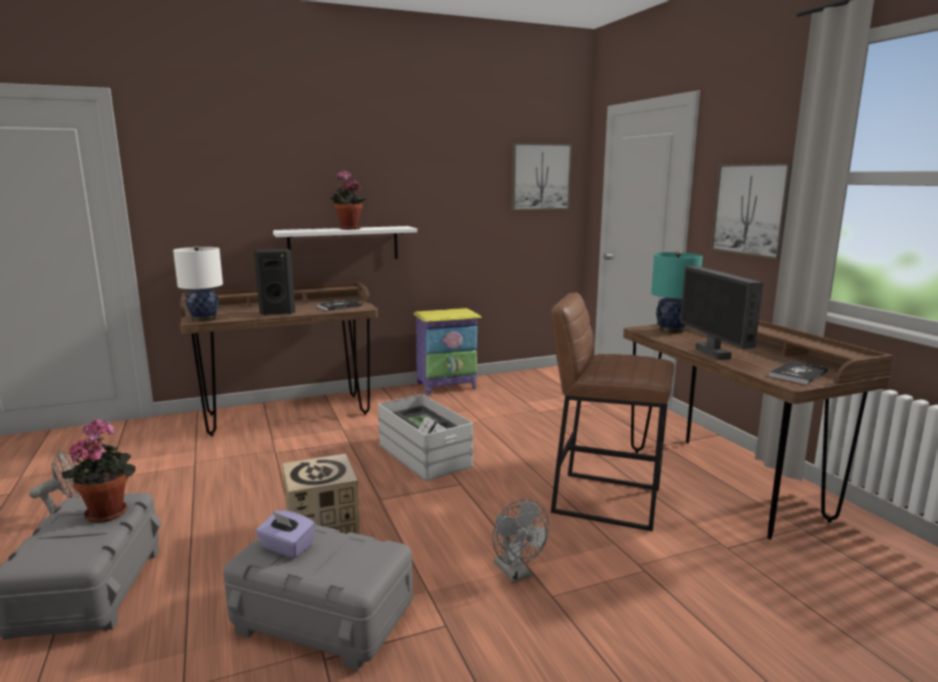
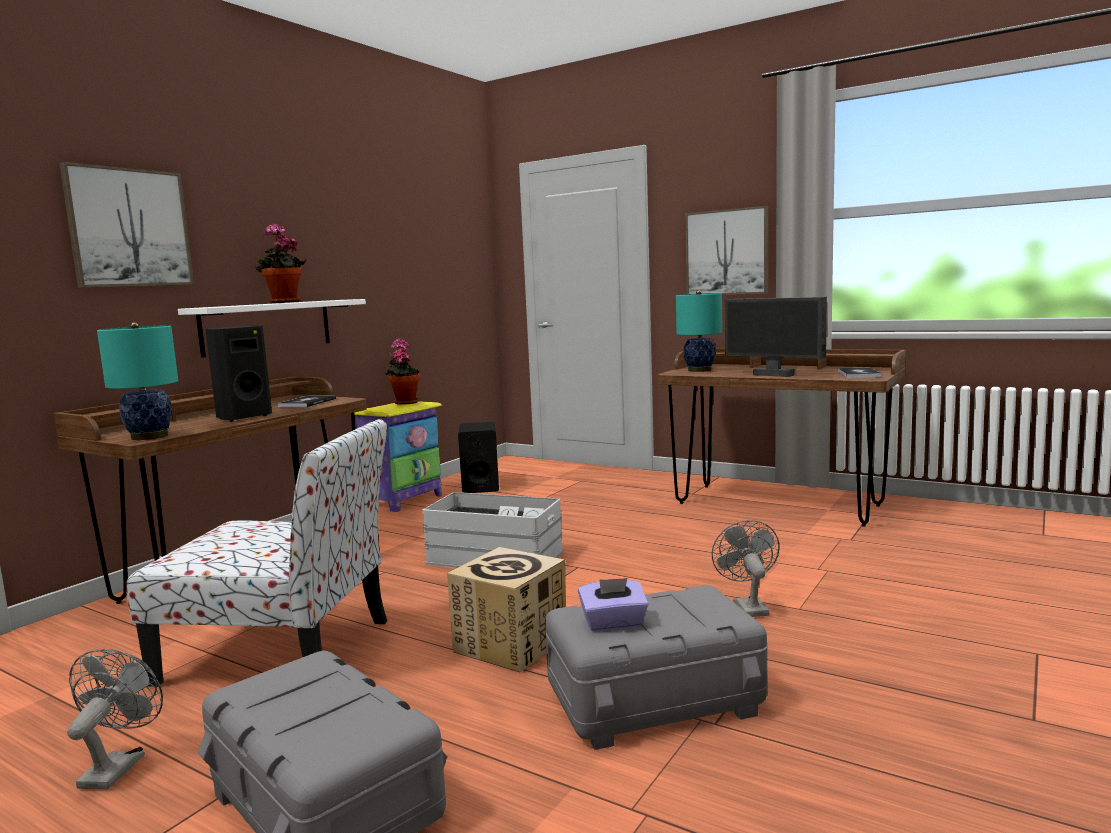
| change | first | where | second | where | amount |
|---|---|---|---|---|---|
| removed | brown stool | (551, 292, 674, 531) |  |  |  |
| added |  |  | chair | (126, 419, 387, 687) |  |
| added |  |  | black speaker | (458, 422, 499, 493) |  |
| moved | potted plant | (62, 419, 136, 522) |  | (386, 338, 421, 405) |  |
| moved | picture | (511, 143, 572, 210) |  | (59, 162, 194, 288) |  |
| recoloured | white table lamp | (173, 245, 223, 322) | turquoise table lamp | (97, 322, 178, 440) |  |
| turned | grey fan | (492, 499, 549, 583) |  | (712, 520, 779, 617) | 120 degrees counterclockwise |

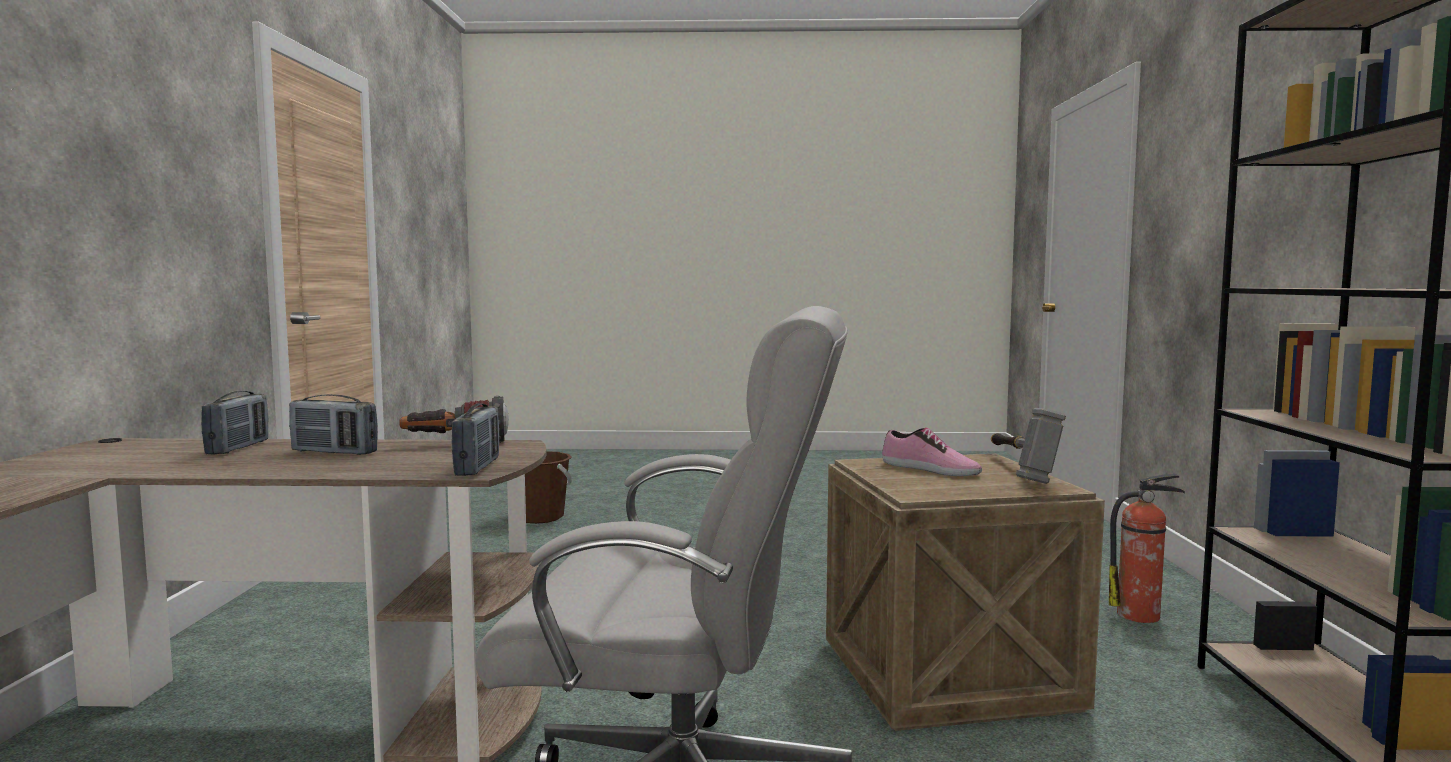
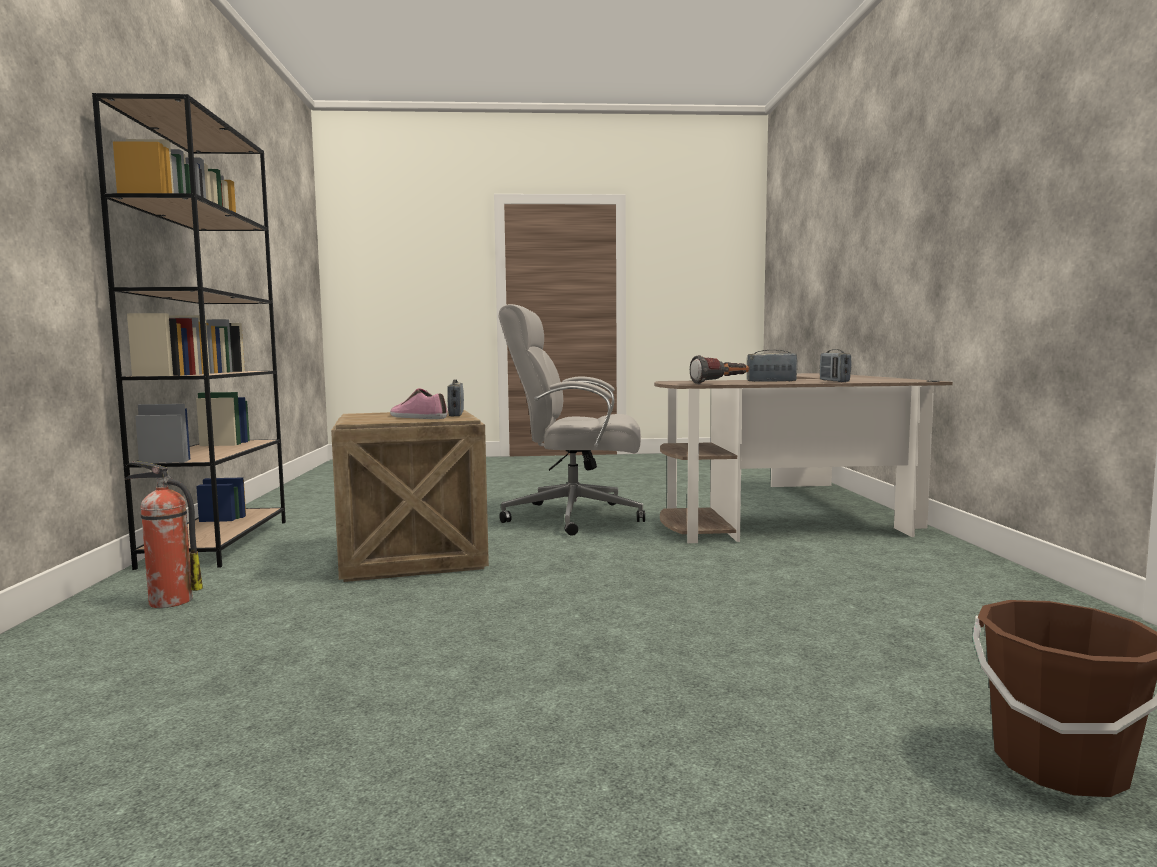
| change | first | where | second | where | amount |
|---|---|---|---|---|---|
| removed | hammer | (991, 408, 1066, 484) |  |  |  |
| moved | radio | (452, 403, 499, 476) |  | (447, 379, 464, 416) |  |

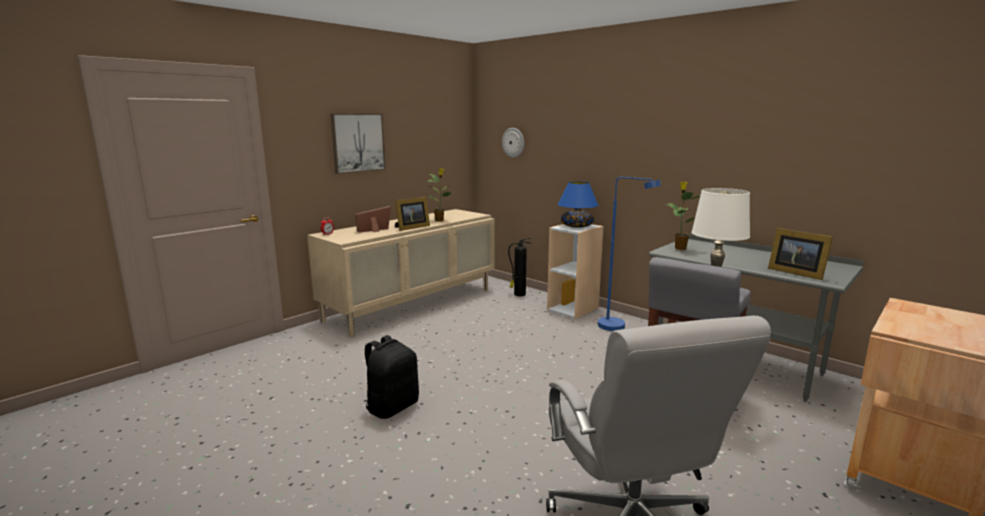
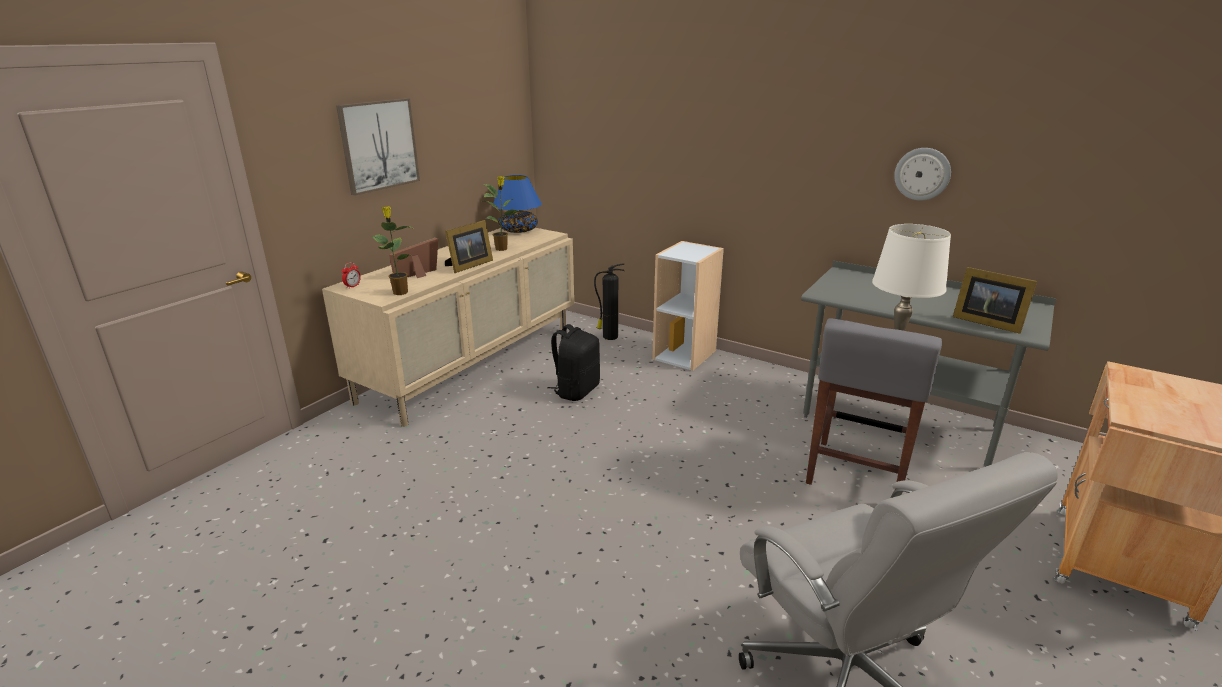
| change | first | where | second | where | amount |
|---|---|---|---|---|---|
| removed | blue floor lamp | (598, 177, 661, 331) |  |  |  |
| moved | black backpack | (364, 335, 419, 419) |  | (547, 324, 600, 401) |  |
| moved | wall clock | (502, 128, 524, 158) |  | (894, 148, 951, 201) |  |
| moved | blue table lamp | (557, 181, 599, 228) |  | (493, 175, 542, 233) |  |
| moved | potted plant | (666, 182, 700, 250) |  | (371, 206, 415, 295) |  |

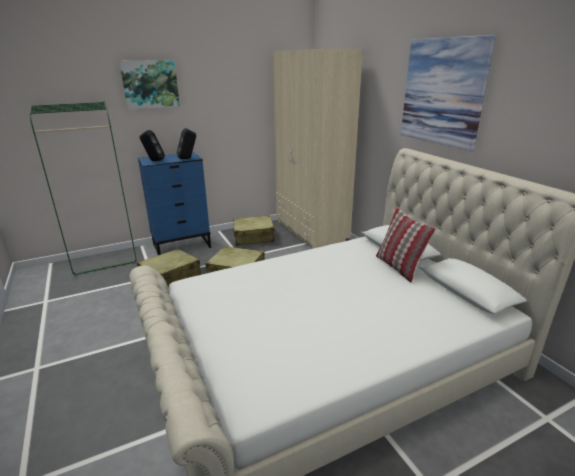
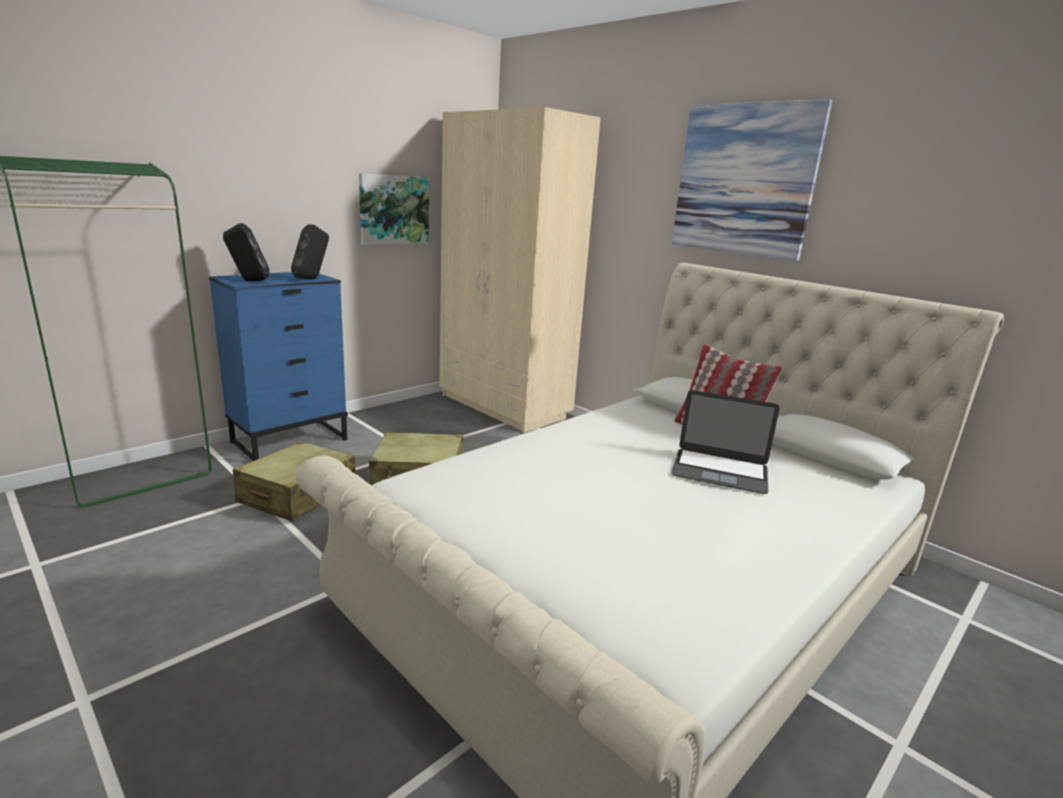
| change | first | where | second | where | amount |
|---|---|---|---|---|---|
| removed | beige suitcase | (233, 215, 277, 246) |  |  |  |
| added |  |  | laptop | (672, 390, 780, 494) |  |
| moved | picture | (119, 60, 180, 110) |  | (359, 173, 429, 245) |  |

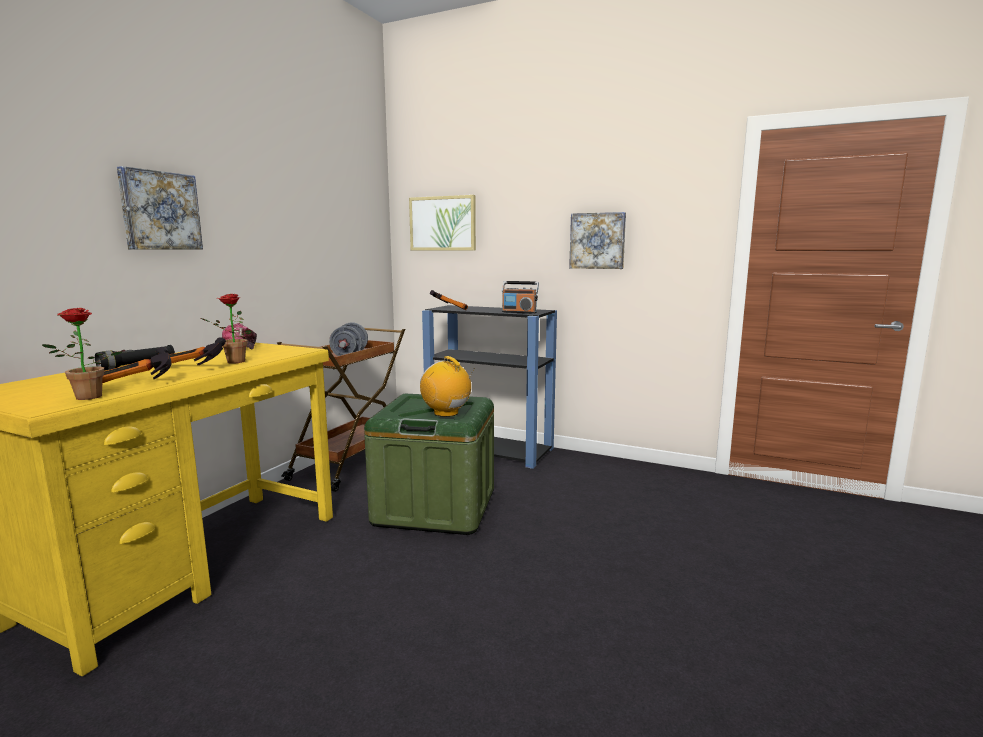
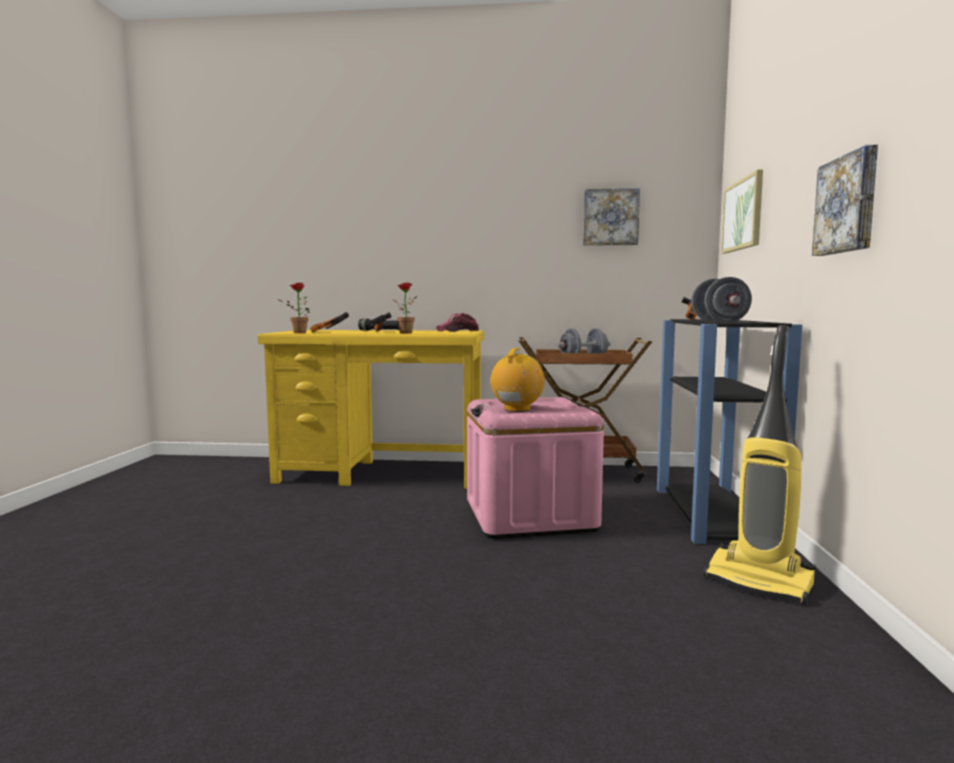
| change | first | where | second | where | amount |
|---|---|---|---|---|---|
| added |  |  | vacuum cleaner | (704, 325, 816, 605) |  |
| moved | picture | (117, 166, 203, 249) |  | (583, 188, 640, 246) |  |
| replaced | radio | (502, 281, 539, 314) | grey dumbbell | (691, 277, 752, 323) |  |
| recoloured | green storage box | (364, 394, 494, 535) | pink storage box | (467, 397, 604, 539) |  |

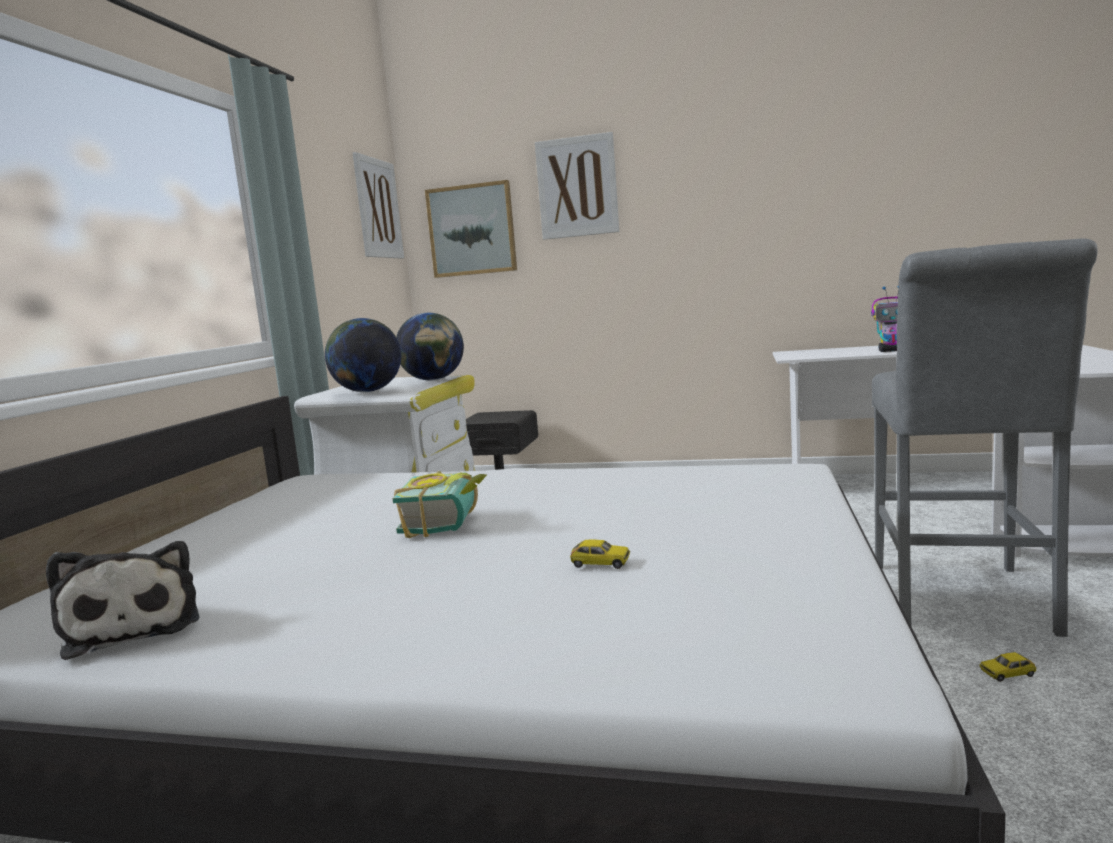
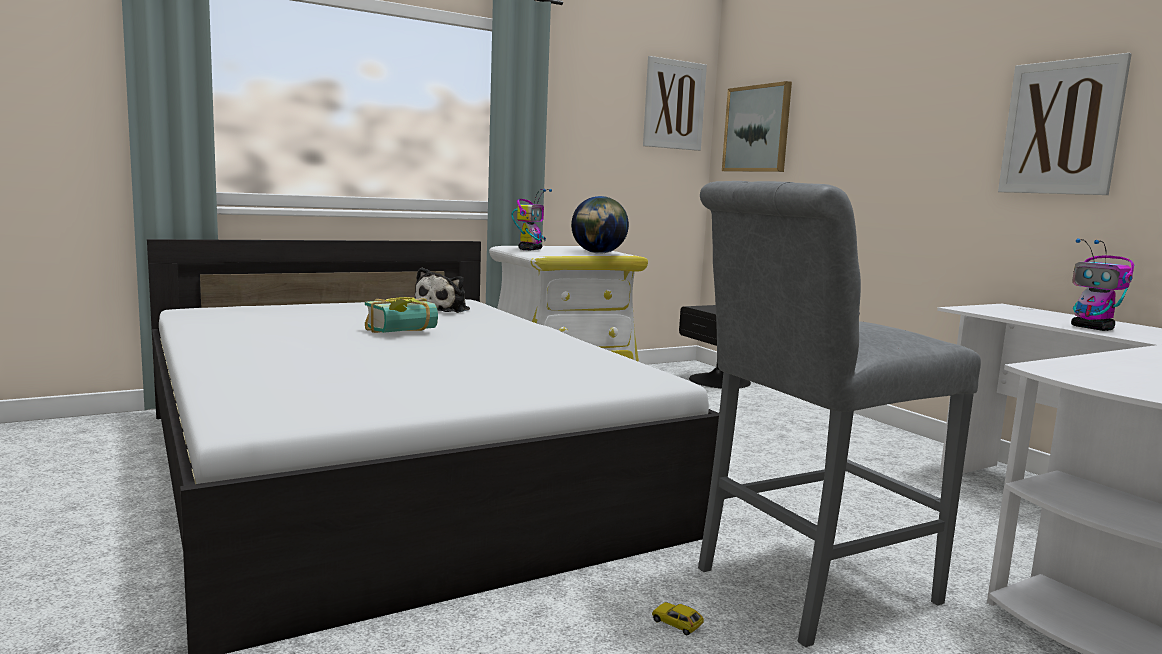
| change | first | where | second | where | amount |
|---|---|---|---|---|---|
| removed | toy car | (570, 540, 630, 569) |  |  |  |
| moved | plush toy | (46, 541, 199, 660) |  | (415, 268, 470, 313) |  |
| moved | picture | (535, 132, 619, 240) |  | (998, 53, 1132, 195) |  |
| replaced | globe | (325, 318, 401, 392) | toy robot | (512, 189, 552, 250) |  |

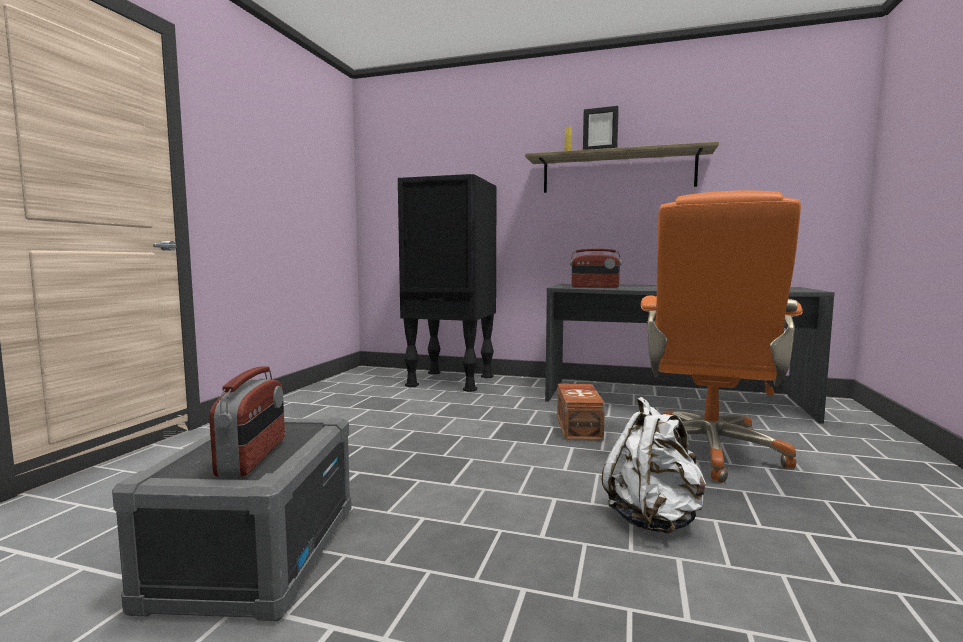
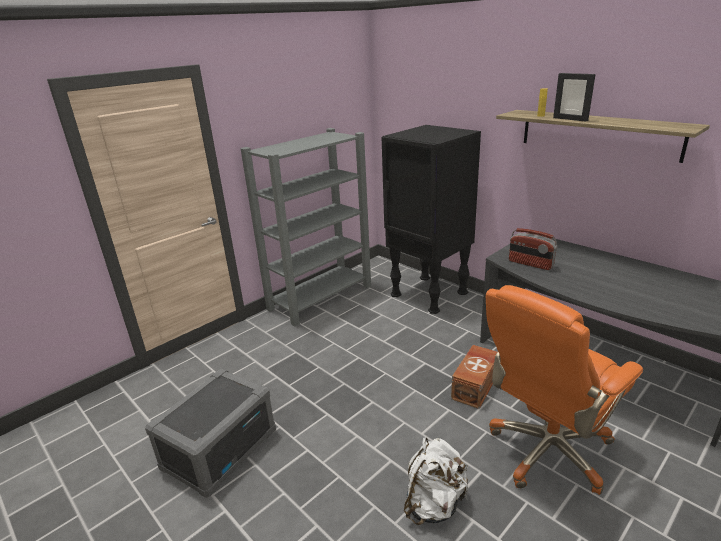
| change | first | where | second | where | amount |
|---|---|---|---|---|---|
| removed | radio | (209, 366, 285, 477) |  |  |  |
| added |  |  | grey bookcase | (241, 128, 371, 326) |  |

